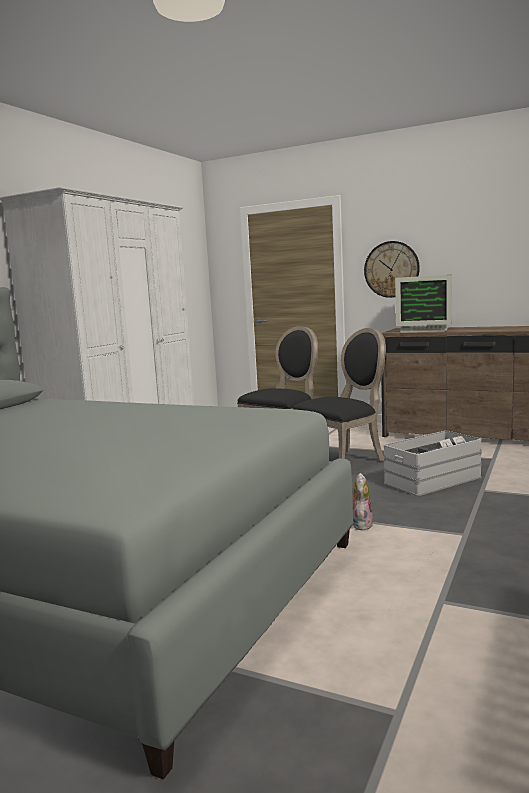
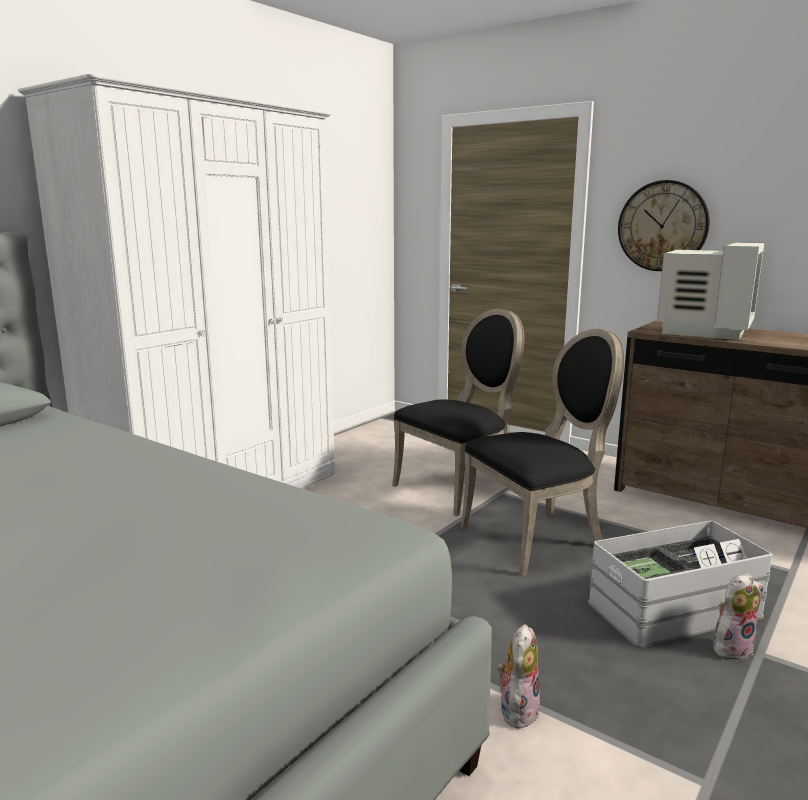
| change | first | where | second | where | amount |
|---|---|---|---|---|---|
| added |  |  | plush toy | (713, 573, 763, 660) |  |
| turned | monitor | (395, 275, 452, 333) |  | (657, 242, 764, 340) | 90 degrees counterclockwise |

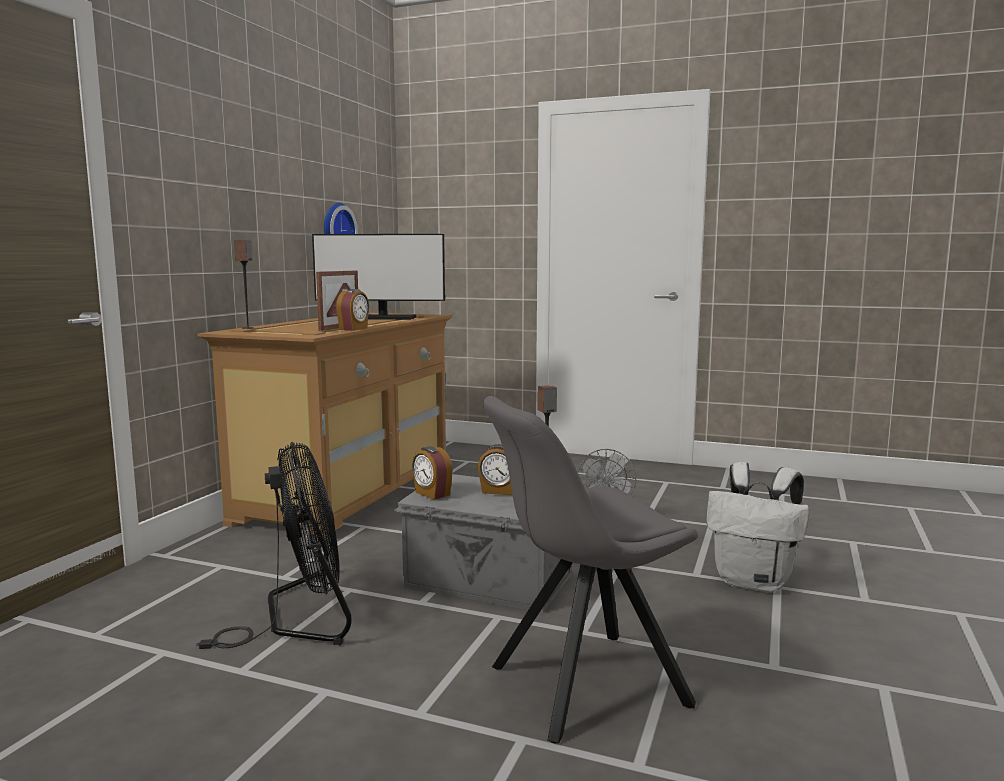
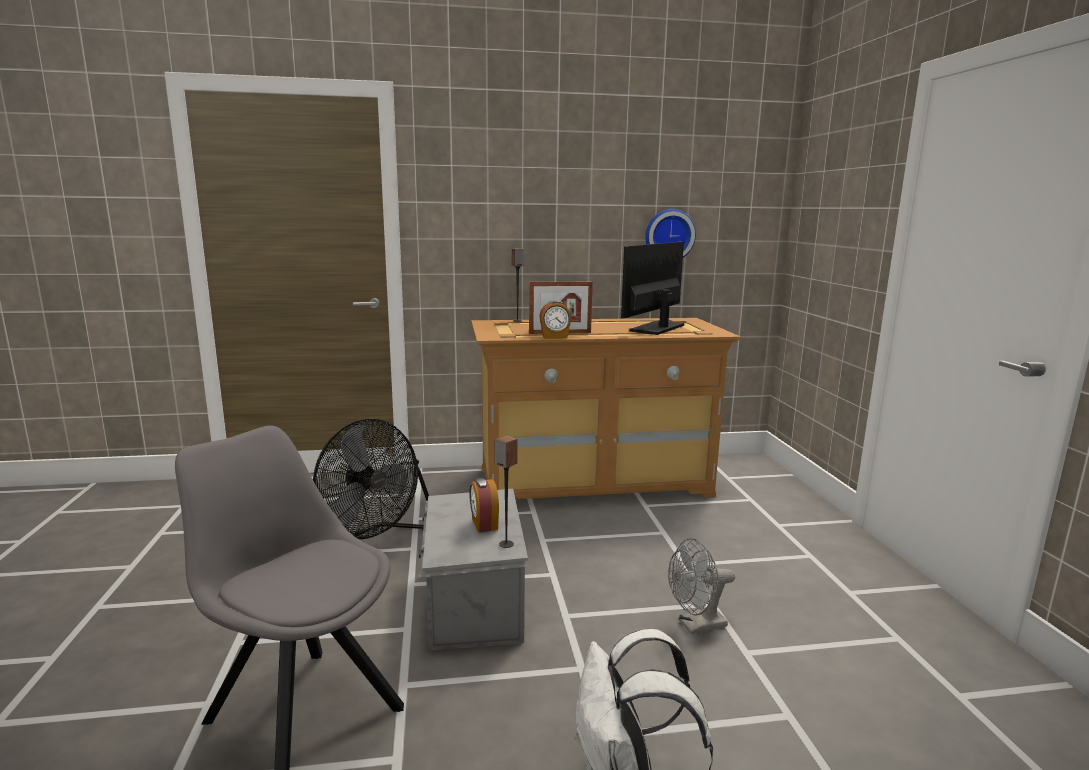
| change | first | where | second | where | amount |
|---|---|---|---|---|---|
| removed | alarm clock | (412, 446, 453, 500) |  |  |  |
| turned | monitor | (312, 234, 445, 320) |  | (621, 242, 684, 335) | 60 degrees clockwise |

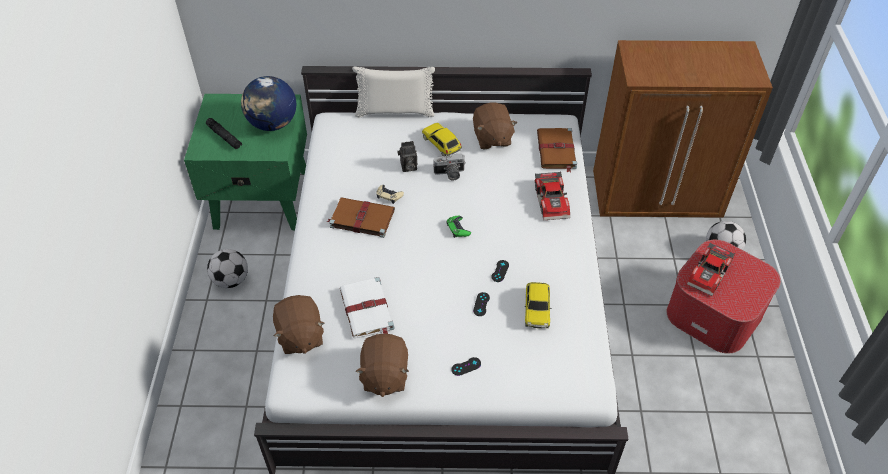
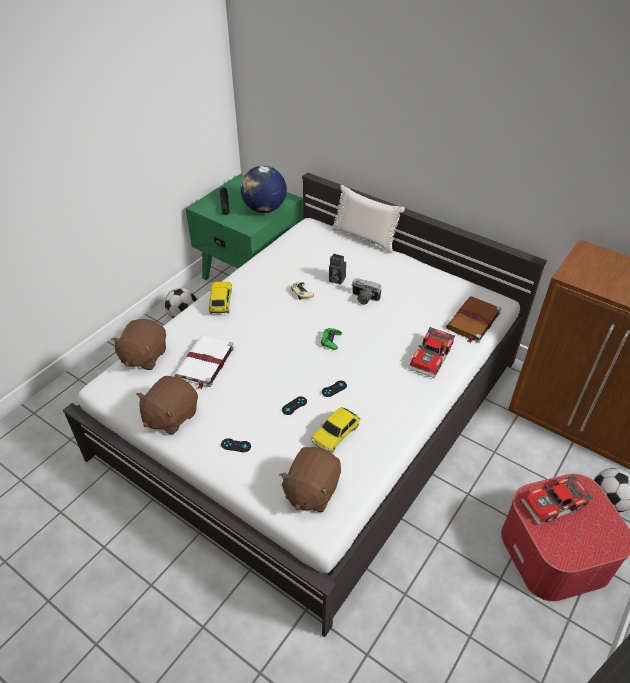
| change | first | where | second | where | amount |
|---|---|---|---|---|---|
| removed | brown book | (327, 197, 395, 238) |  |  |  |
| moved | toy car | (422, 123, 462, 156) |  | (209, 282, 232, 314) |  |
| moved | brown plush toy | (473, 103, 517, 149) |  | (279, 447, 341, 512) |  |

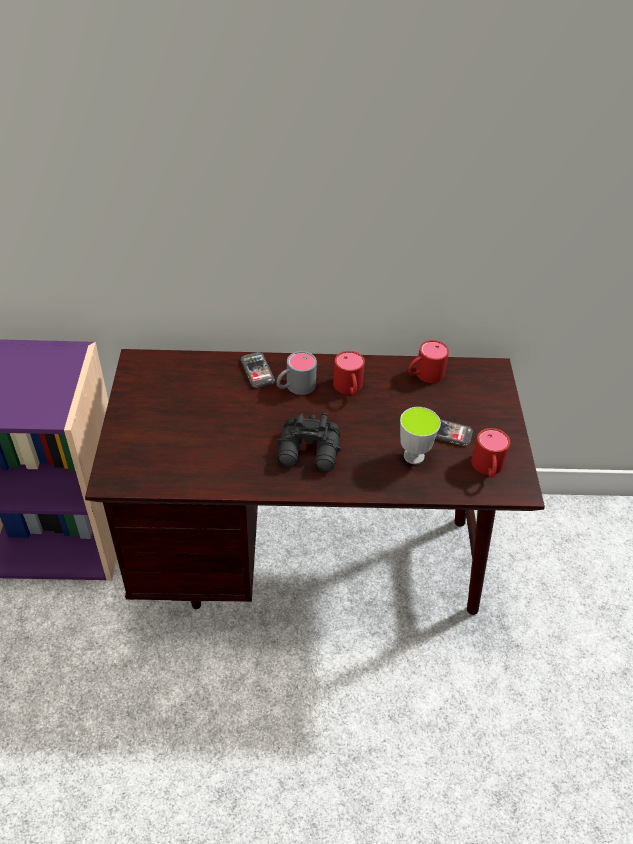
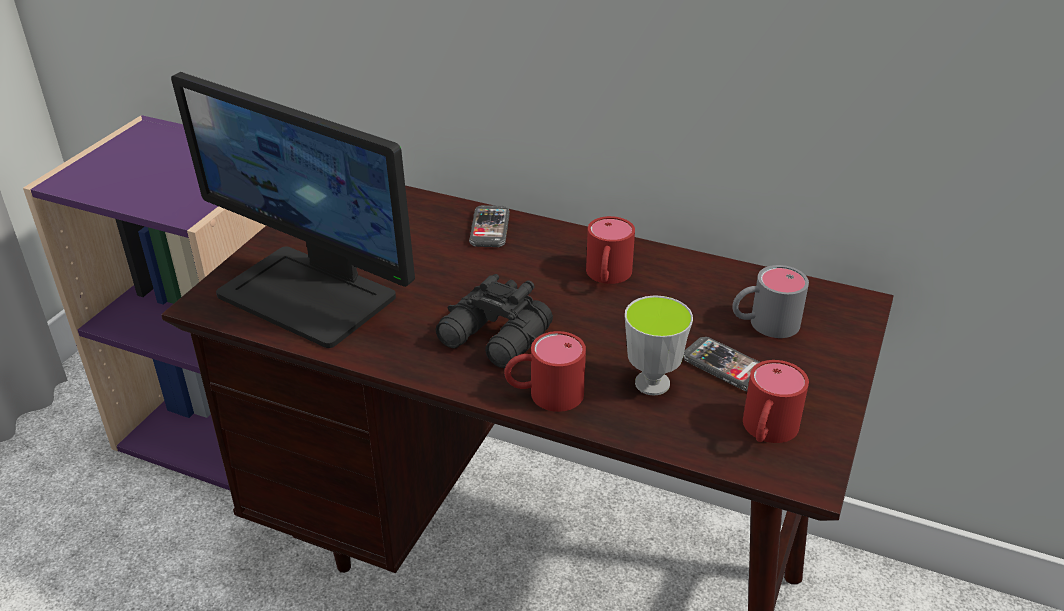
| change | first | where | second | where | amount |
|---|---|---|---|---|---|
| added |  |  | monitor | (171, 72, 415, 348) |  |
| moved | grey mug | (277, 351, 317, 395) |  | (733, 265, 809, 338) |  |
| moved | red mug | (408, 340, 449, 383) |  | (504, 331, 586, 412) |  |

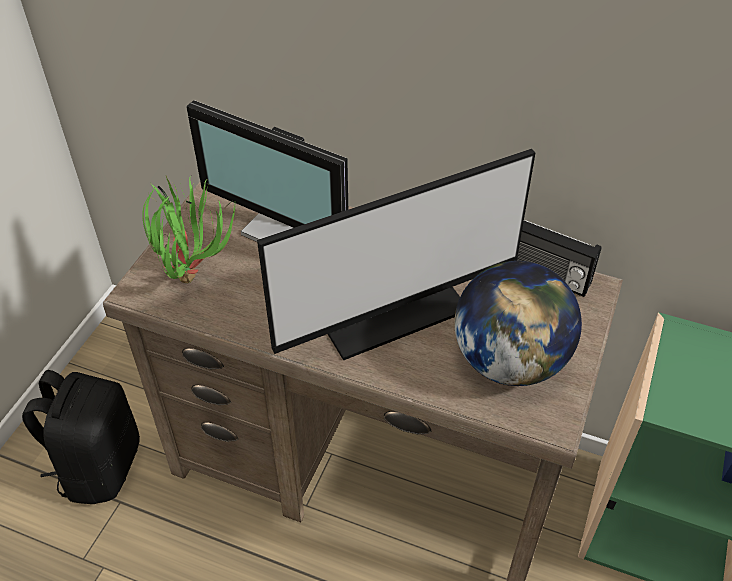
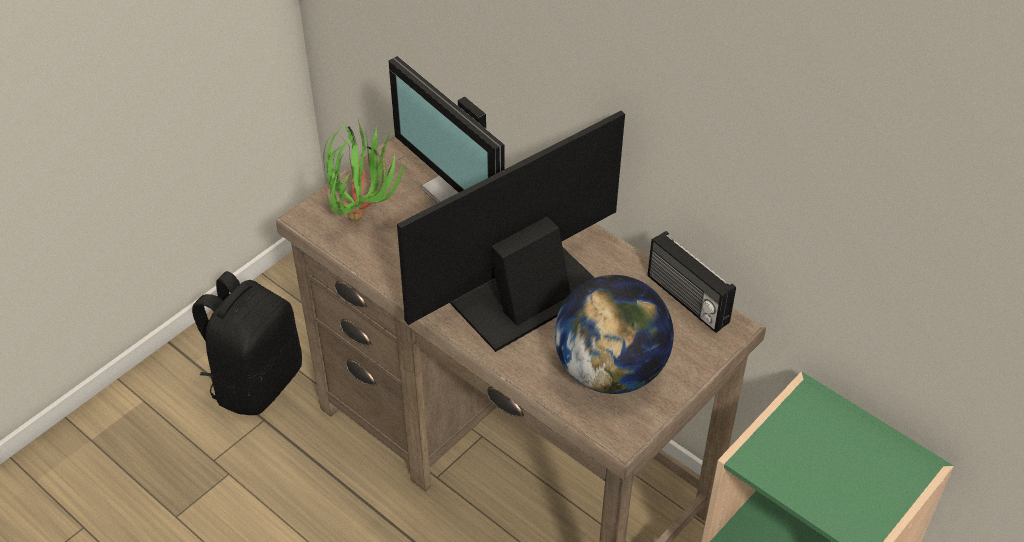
| change | first | where | second | where | amount |
|---|---|---|---|---|---|
| turned | monitor | (257, 149, 536, 361) |  | (397, 111, 625, 352) | 150 degrees clockwise |

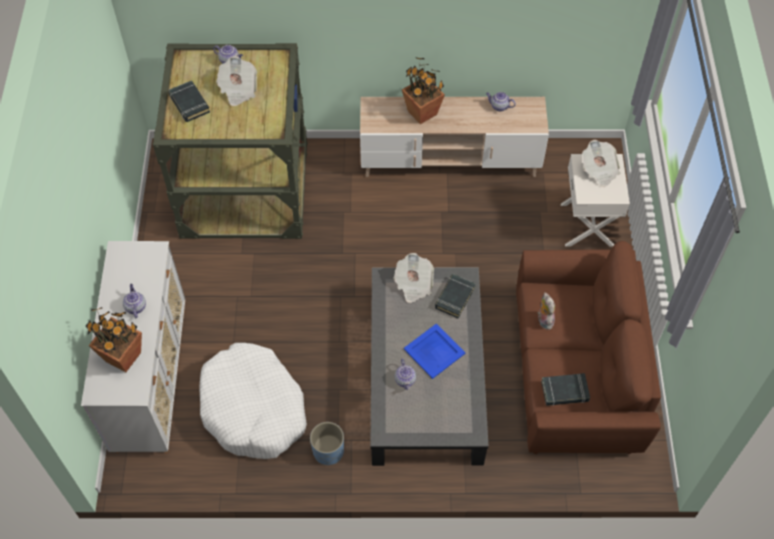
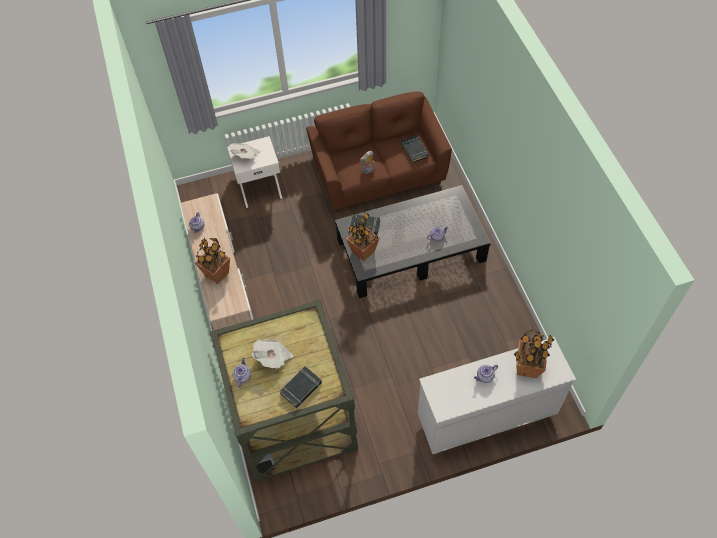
| change | first | where | second | where | amount |
|---|---|---|---|---|---|
| removed | white dog bed | (200, 343, 307, 459) |  |  |  |
| removed | blue planter | (310, 422, 344, 465) |  |  |  |
| removed | blue tray | (404, 323, 465, 379) |  |  |  |
| replaced | newspaper | (393, 253, 434, 303) | potted plant | (346, 212, 380, 261) |  |

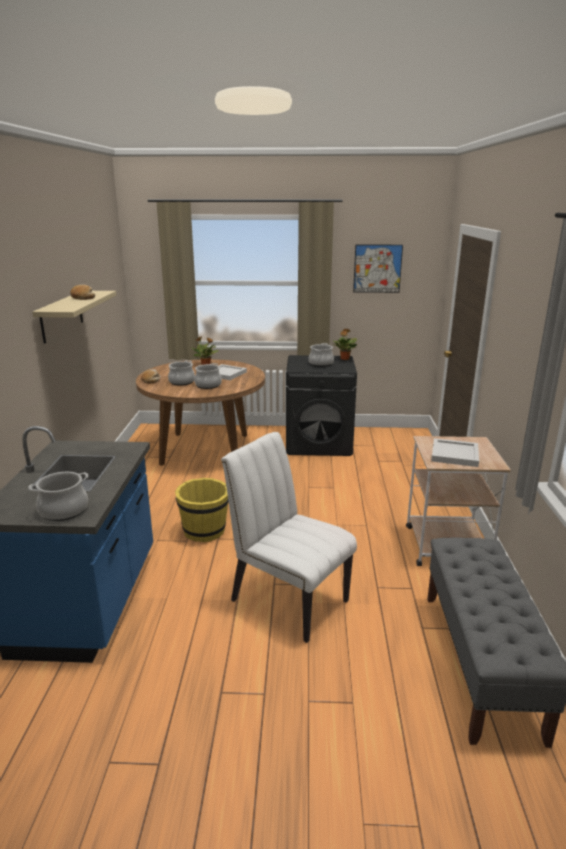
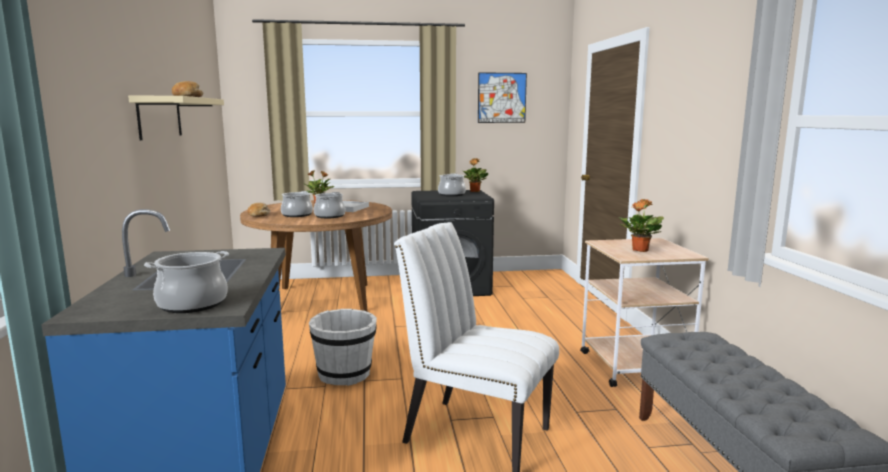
| change | first | where | second | where | amount |
|---|---|---|---|---|---|
| replaced | white tray | (431, 438, 479, 467) | potted plant | (619, 199, 664, 252) |  |
| recoloured | yellow bucket | (175, 478, 229, 542) | white bucket | (309, 309, 377, 386) |  |

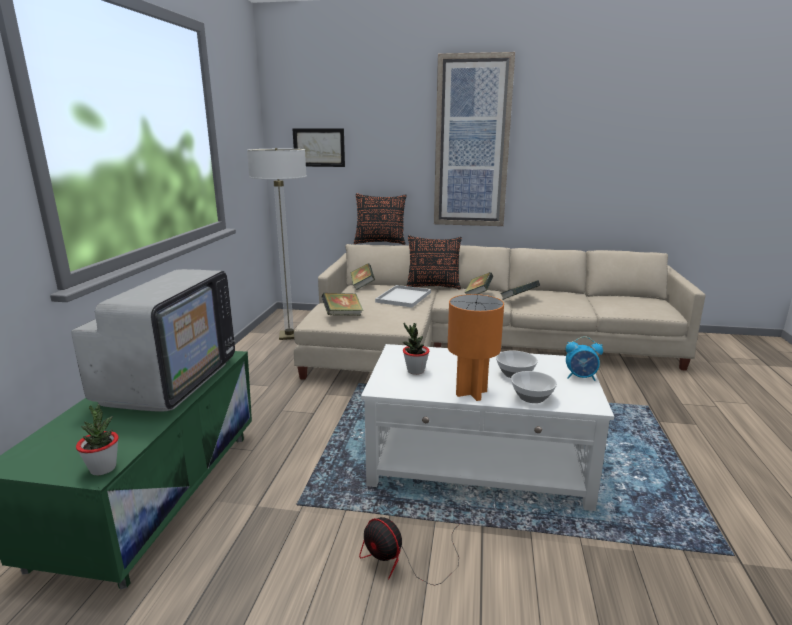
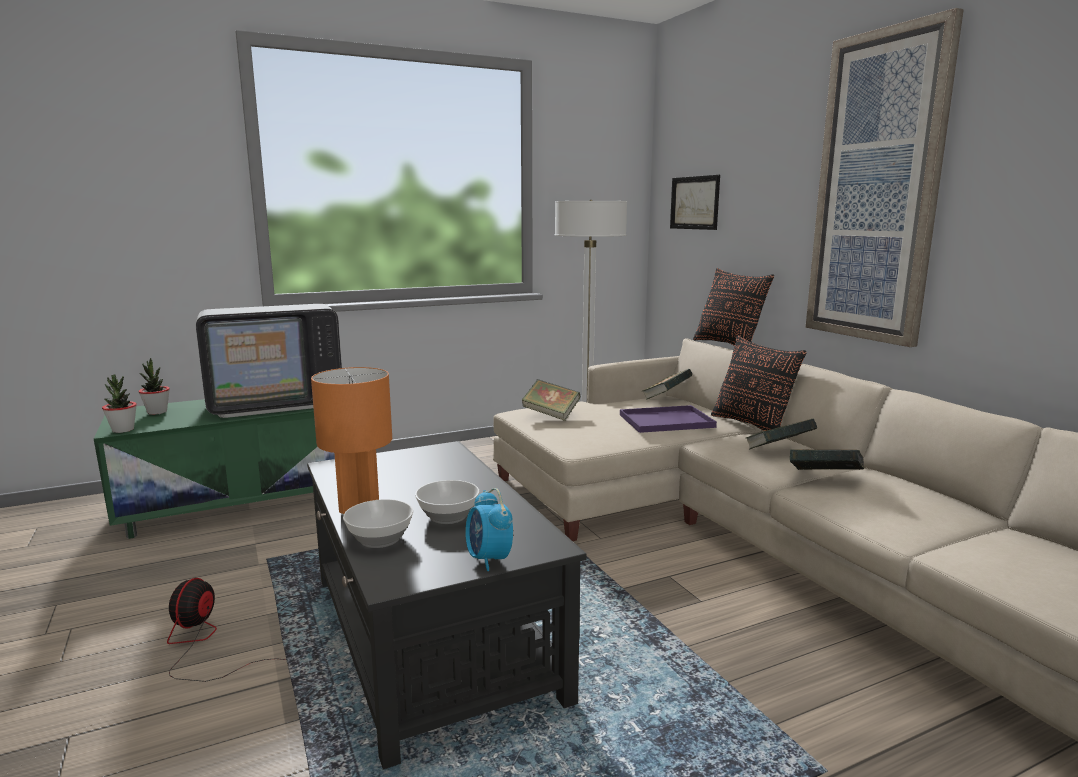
| change | first | where | second | where | amount |
|---|---|---|---|---|---|
| moved | potted plant | (402, 323, 429, 375) |  | (139, 358, 170, 415) |  |
| recoloured | white coffee table | (361, 344, 614, 511) | black coffee table | (307, 441, 587, 770) |  |
| recoloured | white tray | (375, 285, 431, 308) | purple tray | (620, 405, 717, 433) |  |

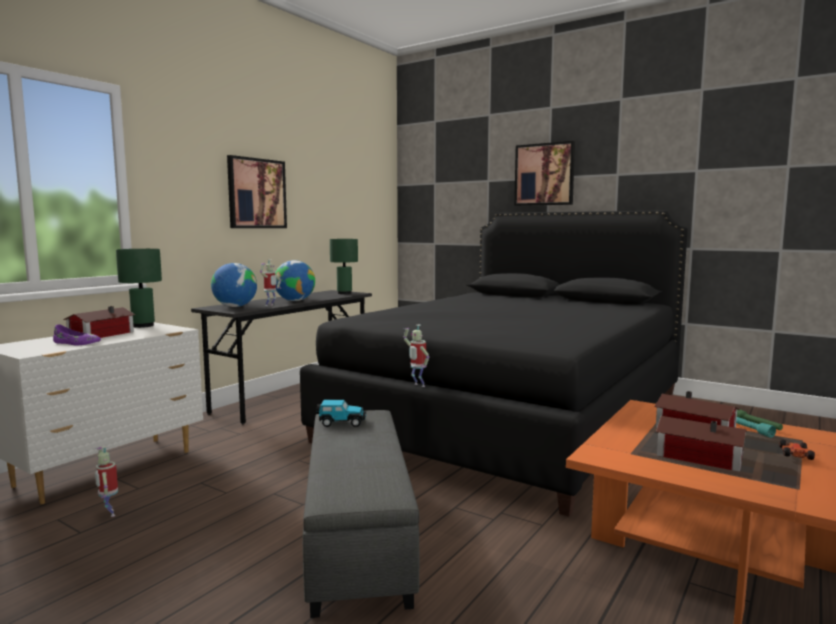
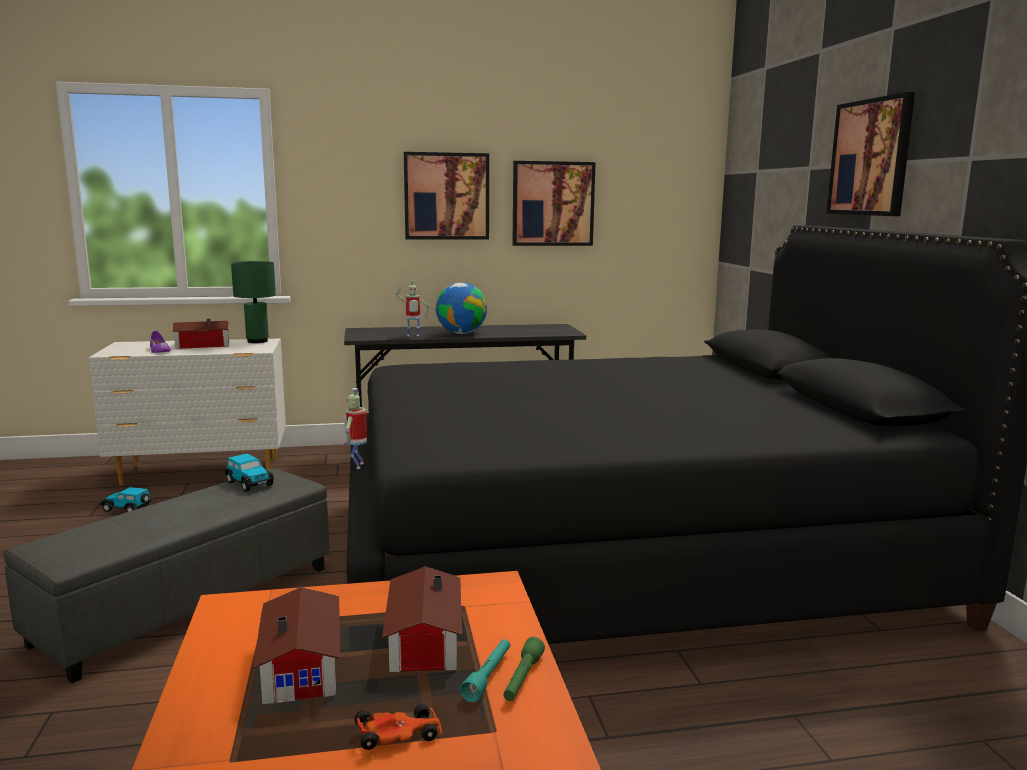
| change | first | where | second | where | amount |
|---|---|---|---|---|---|
| removed | globe | (211, 263, 257, 307) |  |  |  |
| removed | green table lamp | (330, 239, 358, 294) |  |  |  |
| added |  |  | picture | (513, 161, 596, 246) |  |
| replaced | toy robot | (95, 446, 118, 517) | toy car | (100, 487, 151, 512) |  |

